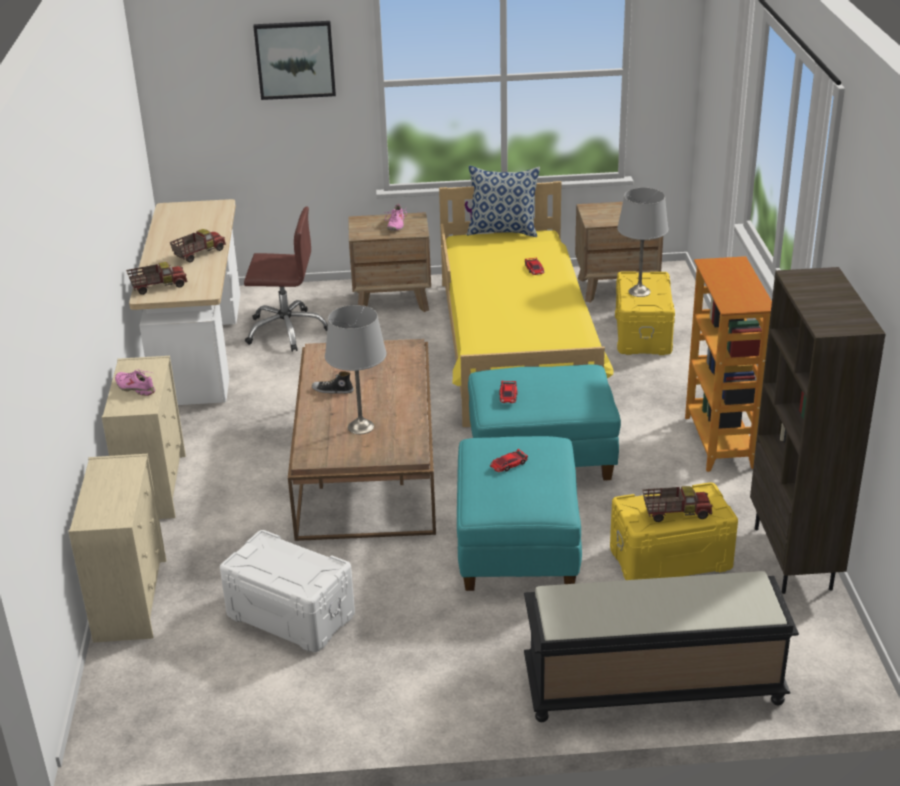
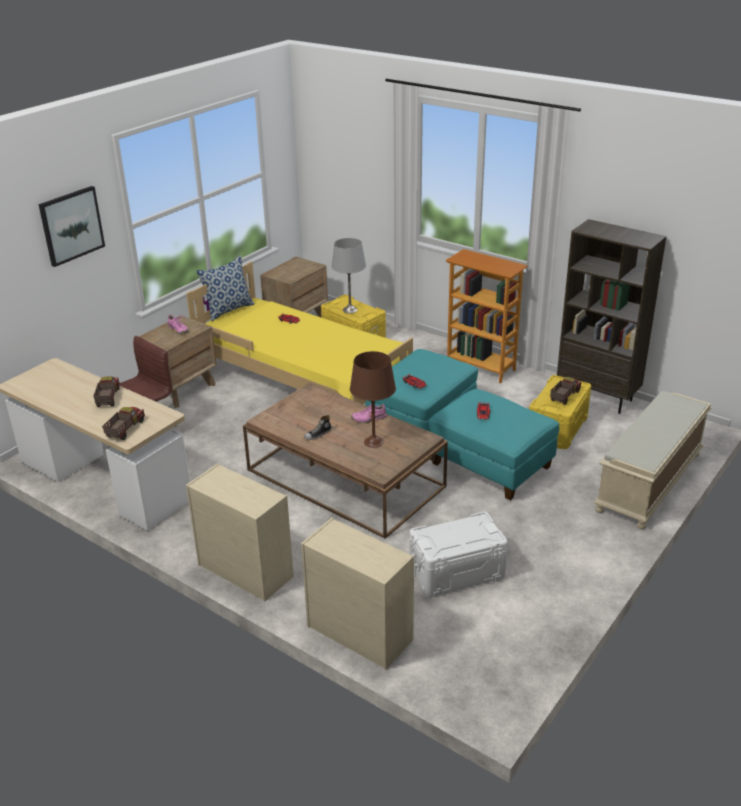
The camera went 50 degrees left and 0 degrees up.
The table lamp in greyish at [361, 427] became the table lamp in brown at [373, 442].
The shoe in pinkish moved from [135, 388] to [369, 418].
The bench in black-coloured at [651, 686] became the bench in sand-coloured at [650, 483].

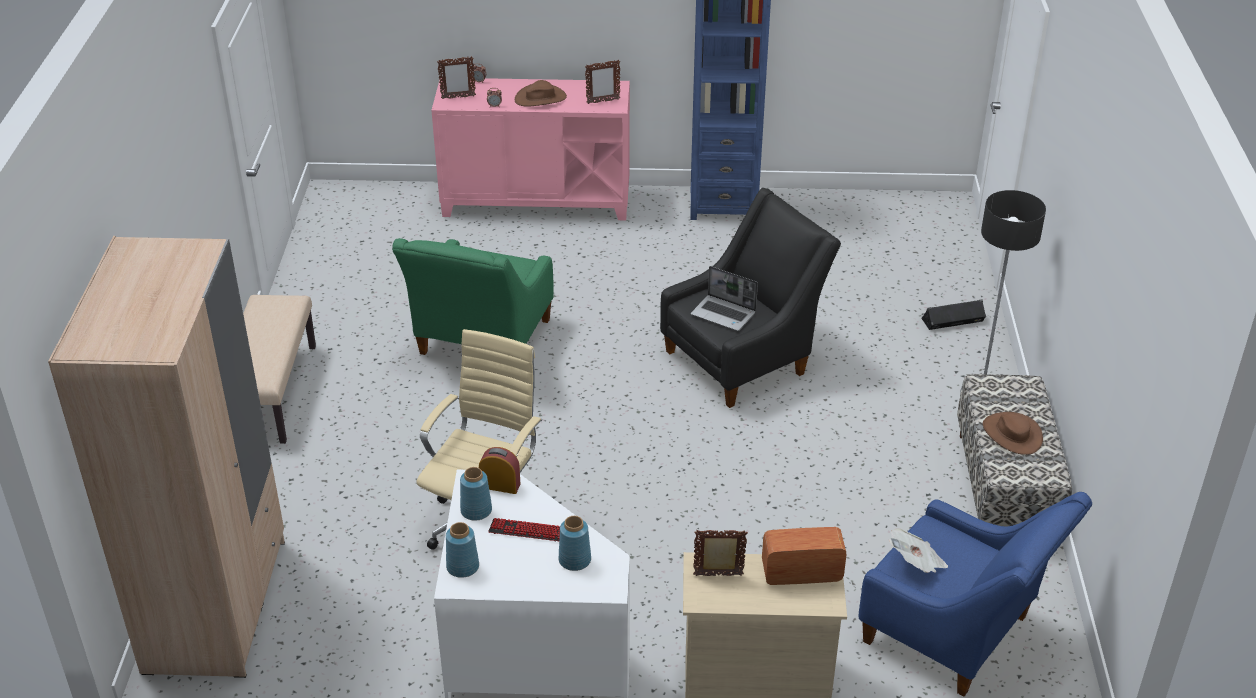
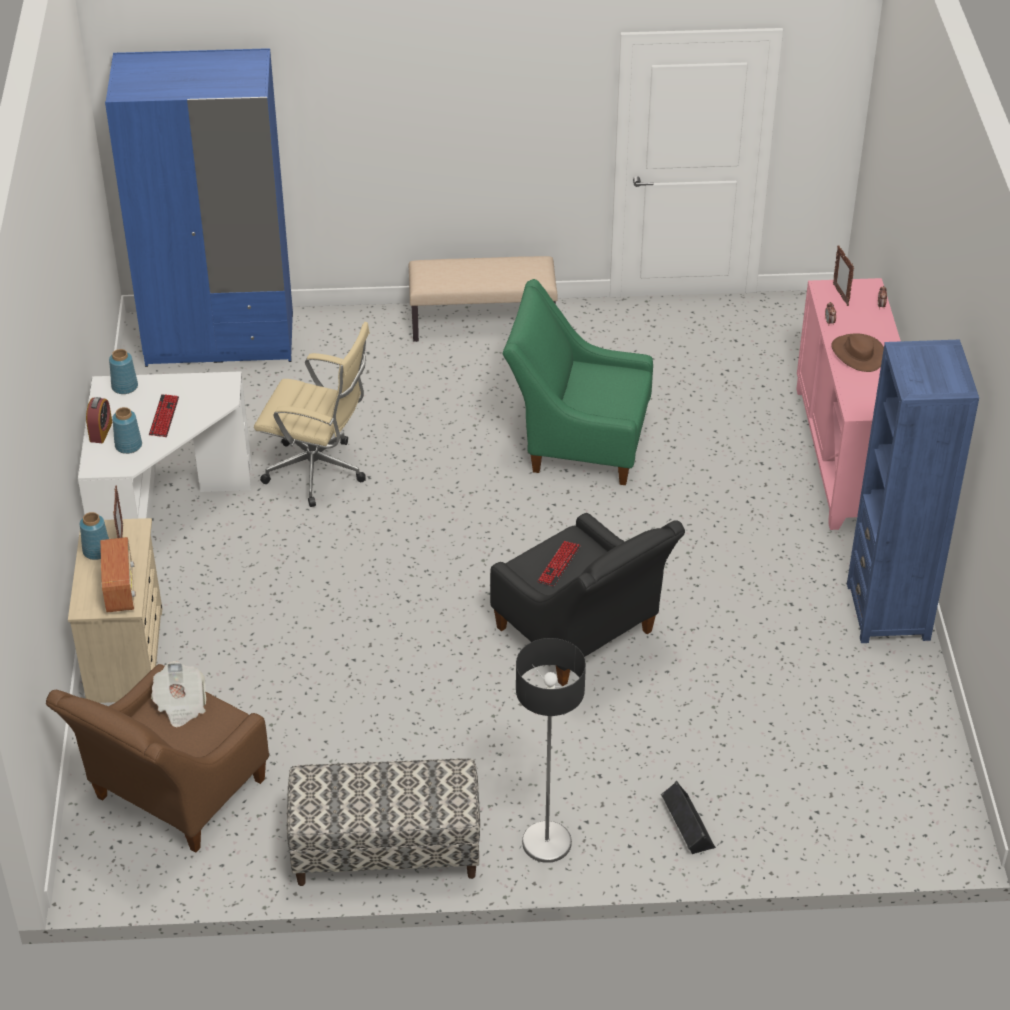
The camera went 85 degrees right and 5 degrees up.
The lounge chair in blue at [957, 636] became the lounge chair in brown at [172, 797].
The vase in blue moved from [476, 510] to [97, 551].
The bedside clock moved from [500, 485] to [101, 432].
The clothes cupboard in sand-coloured at [216, 605] became the clothes cupboard in blue at [220, 339].
The portable computer at [724, 314] was replaced by the PC keyboard at [559, 564].
The picture frame at [602, 101] disappeared.
The clothing hat in brown at [1012, 434] disappeared.

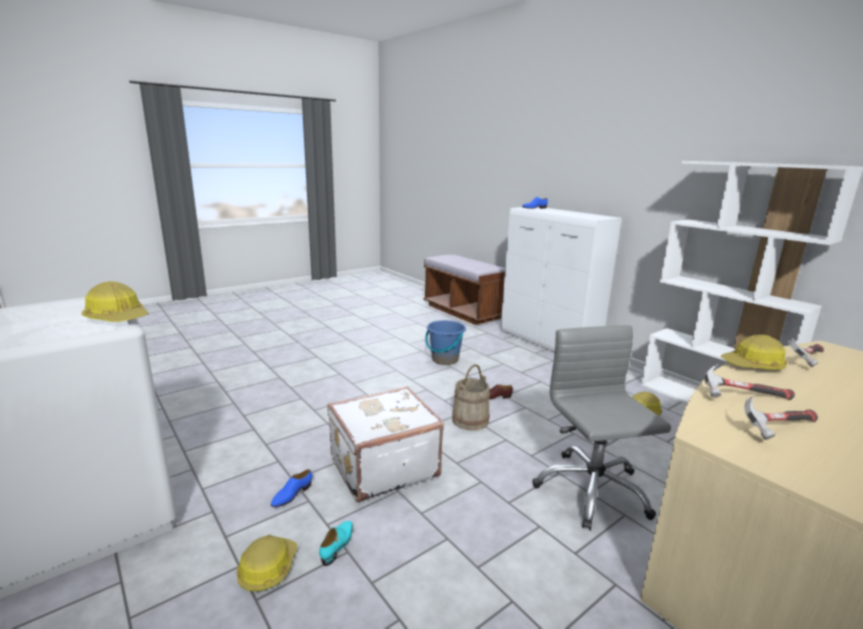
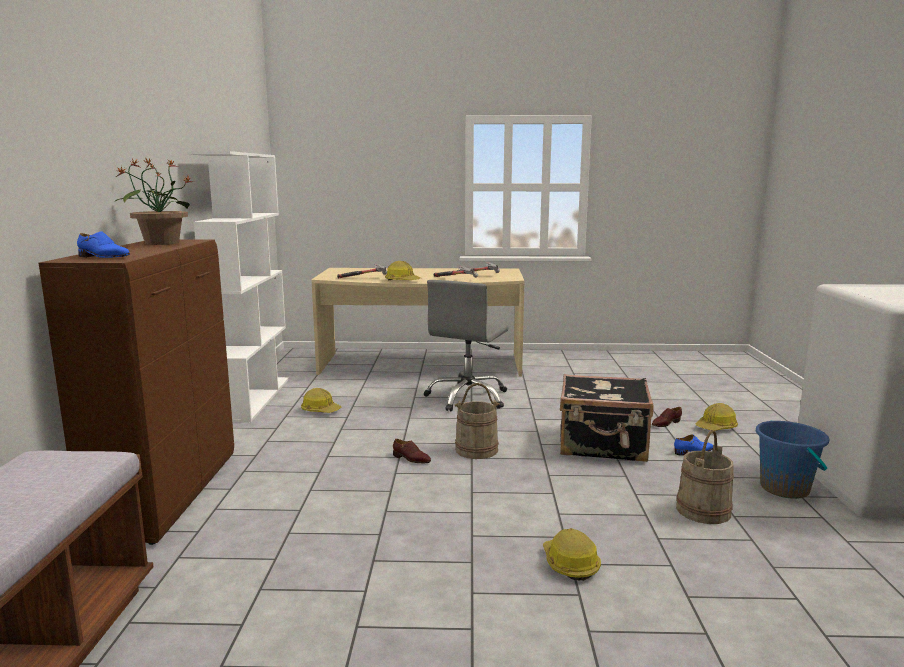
The camera went 140 degrees left and 5 degrees down.
The storage cabinet in white at [548, 343] became the storage cabinet in brown at [168, 495].
The potted plant at [161, 243] appeared.
The work helmet moved from [118, 318] to [570, 564].
The suitcase in white at [382, 466] became the suitcase in black-coloured at [603, 445].
The shoe in blue-green at [338, 545] became the shoe in brown at [665, 423].
The bucket in sand-coloured at [703, 510] appeared.
The bucket in blue moved from [444, 360] to [785, 488].

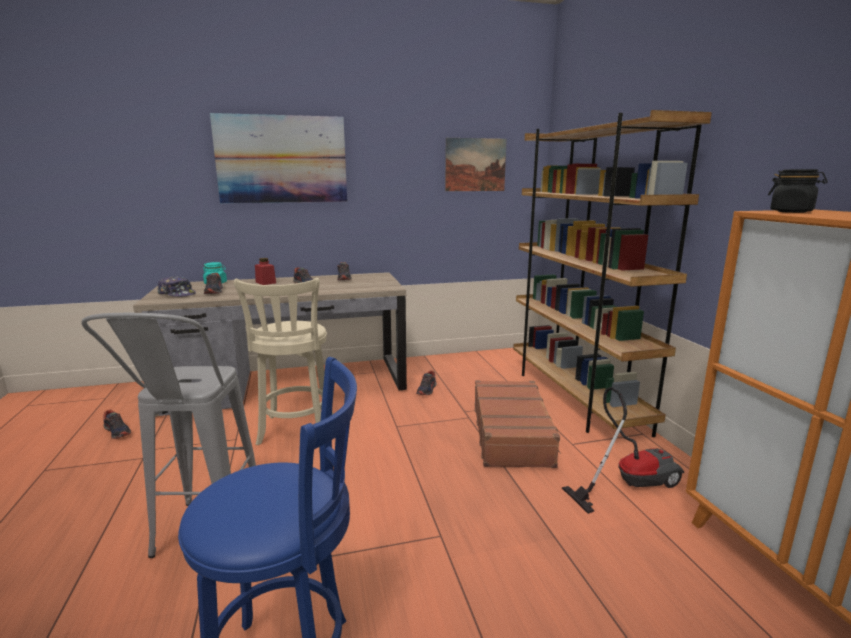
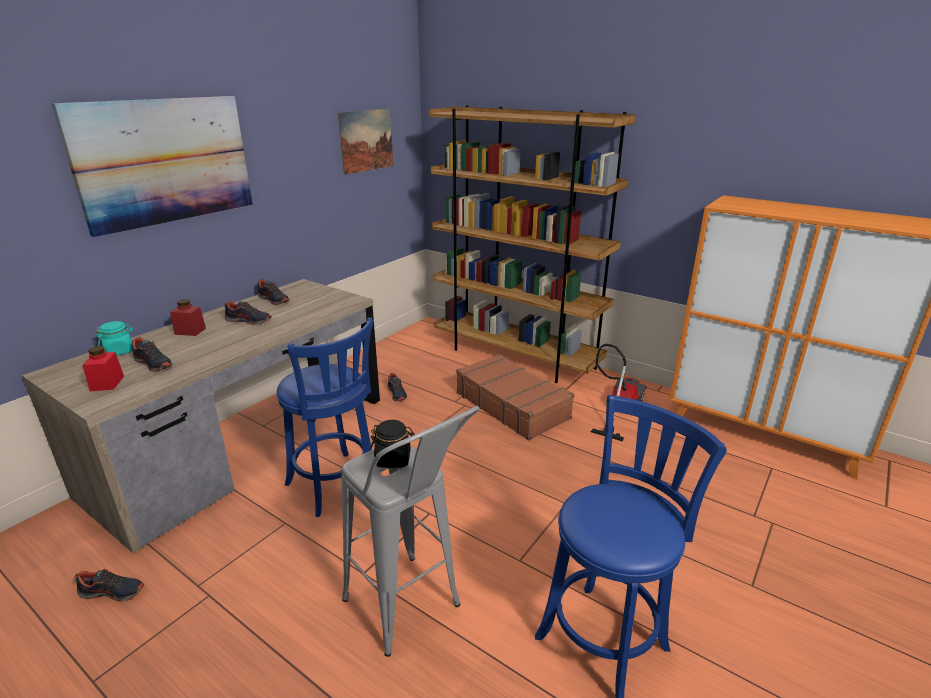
The camera went 40 degrees left and 10 degrees up.
The peaked cap at [177, 294] was replaced by the preserve jar in reddish at [107, 383].
The sitting stool in sand-coloured at [295, 431] became the sitting stool in blue at [336, 486].
The preserve jar in black-coloured moved from [791, 212] to [393, 459].

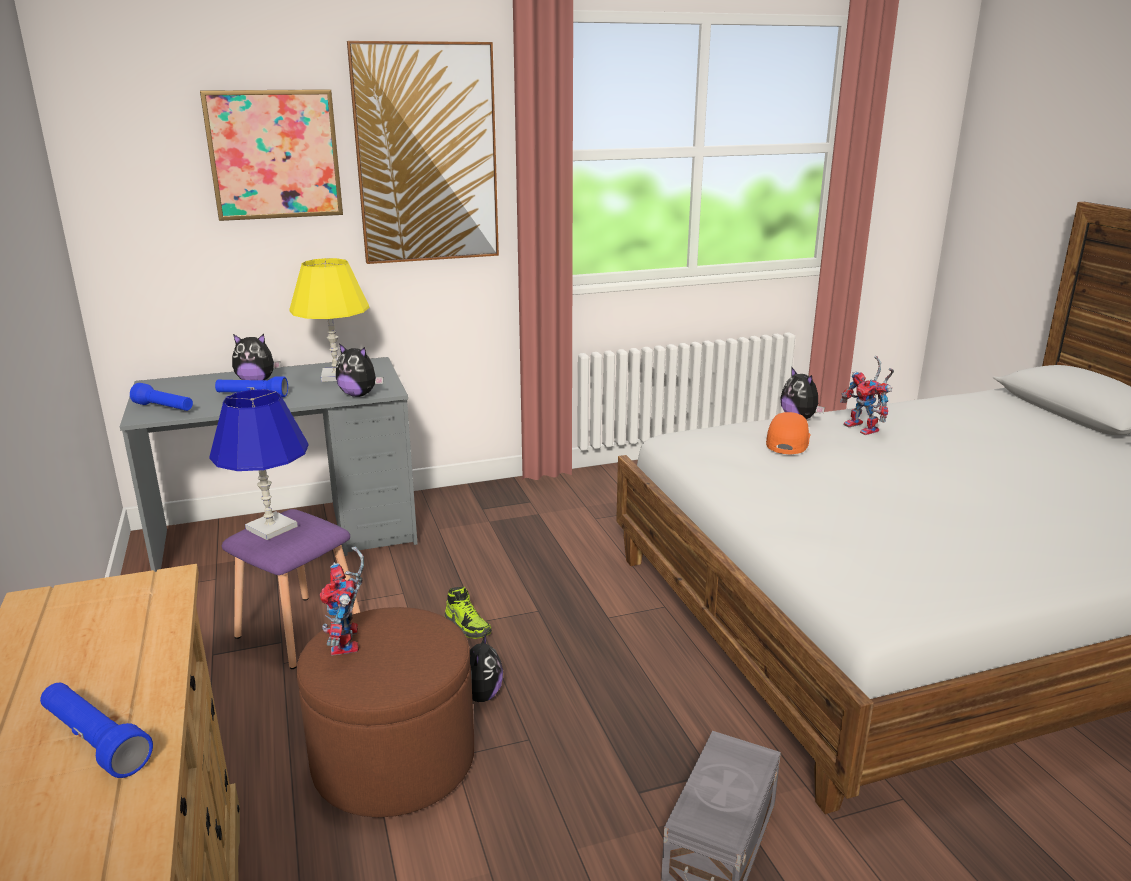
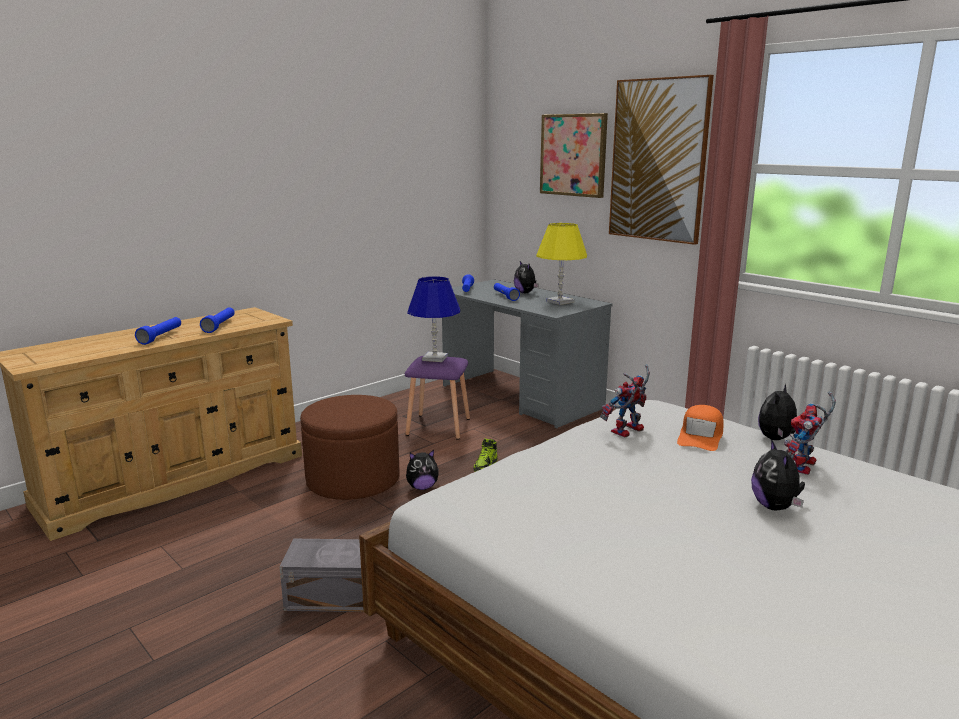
The camera went 65 degrees right and 5 degrees down.
The flashlight in blue at [220, 326] appeared.
The model robot moved from [348, 643] to [627, 432].
The peaked cap in orange-coloured at [787, 441] turned 120 degrees clockwise.
The plush toy moved from [359, 395] to [775, 507].

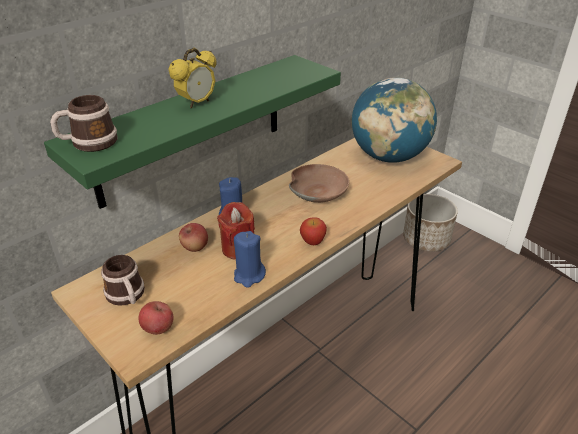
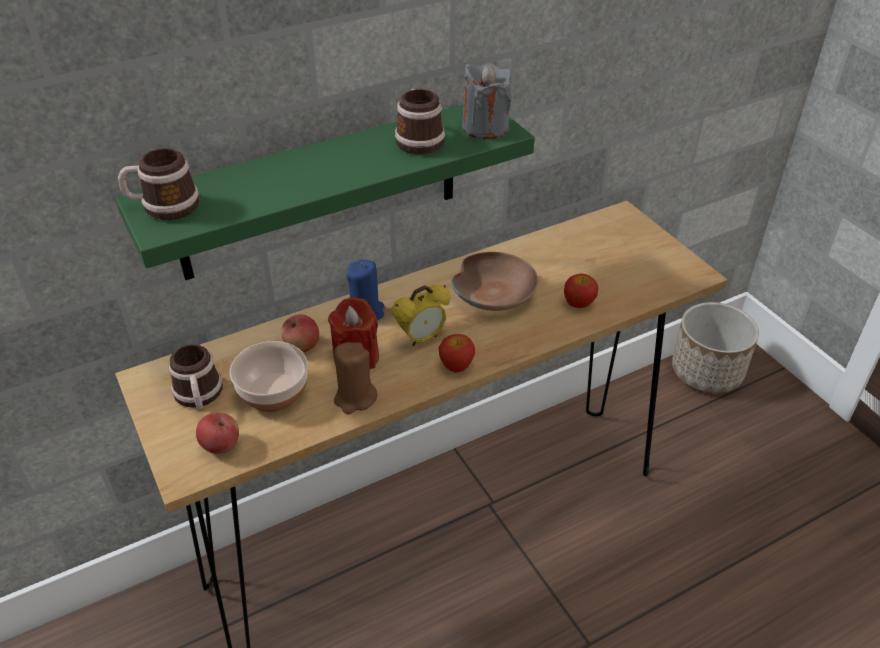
The camera went 15 degrees right and 5 degrees up.
The bowl at [274, 393] appeared.
The wax candle in blue at [249, 275] became the wax candle in brown at [355, 398].
The bedside clock moved from [197, 103] to [422, 338].
The mug at [418, 139] appeared.
The wax candle in greyish at [485, 127] appeared.
The apple fruit at [579, 303] appeared.
The world globe at [389, 156] disappeared.

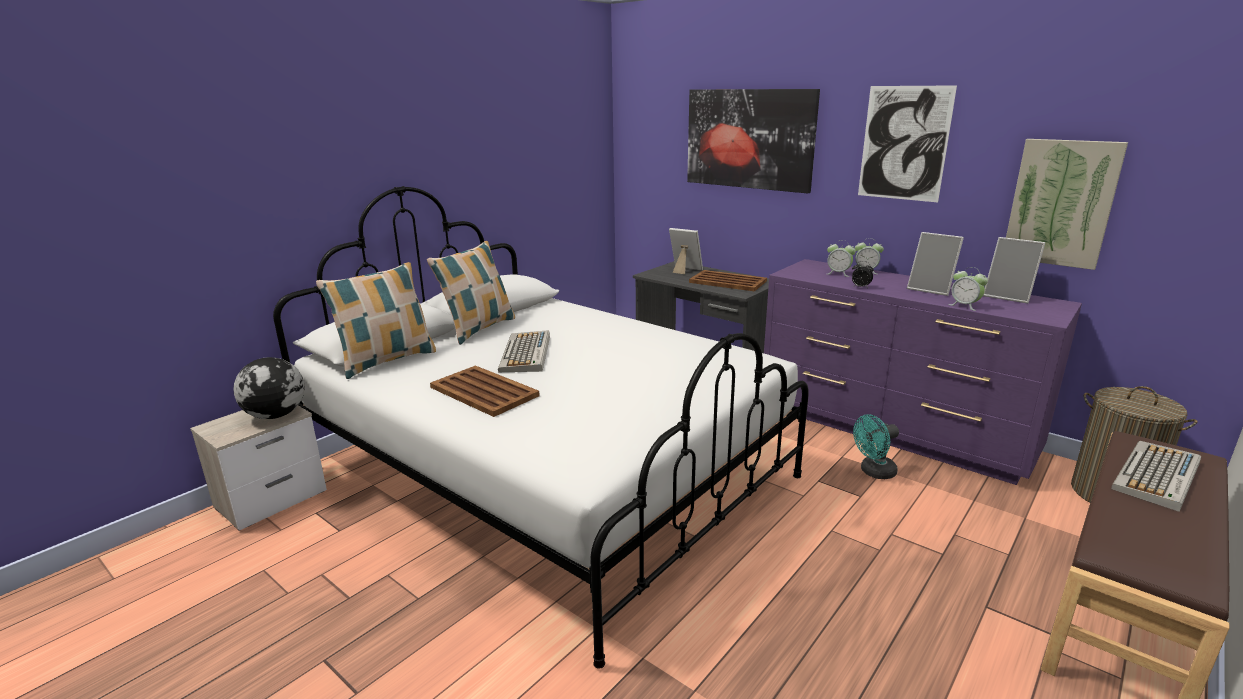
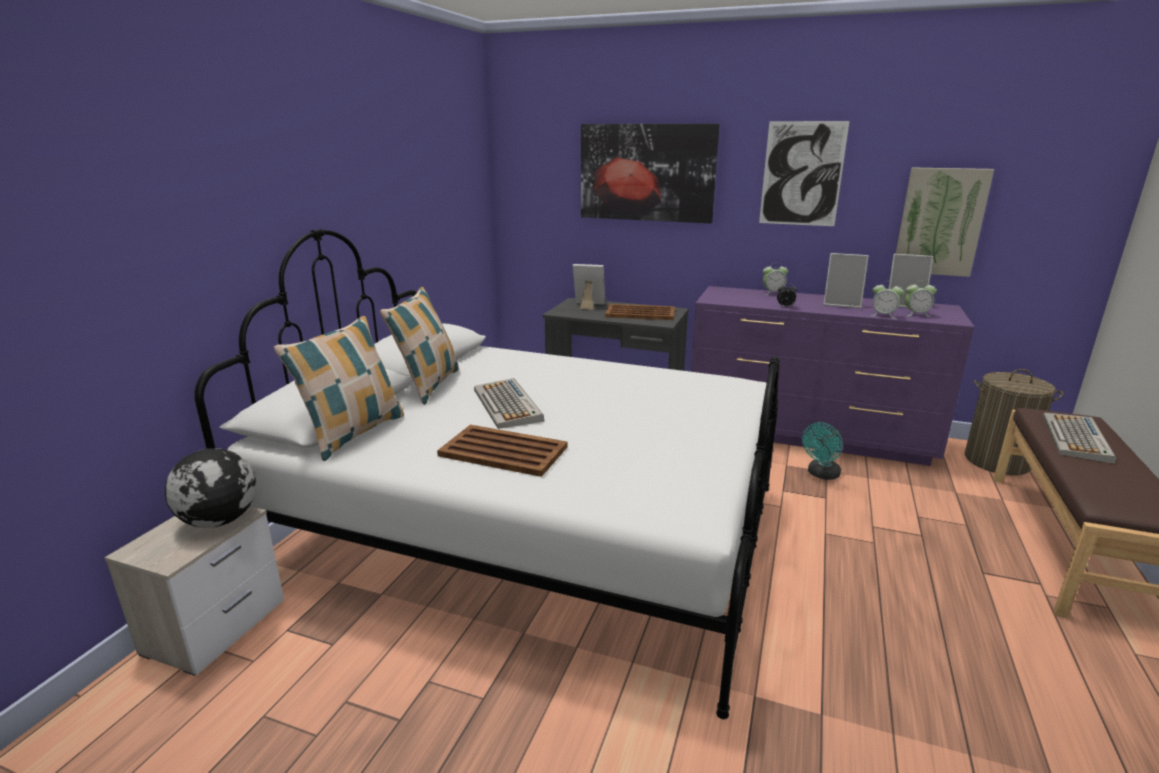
The camera went 20 degrees left and 0 degrees up.
The bedside clock moved from [838, 273] to [916, 314].

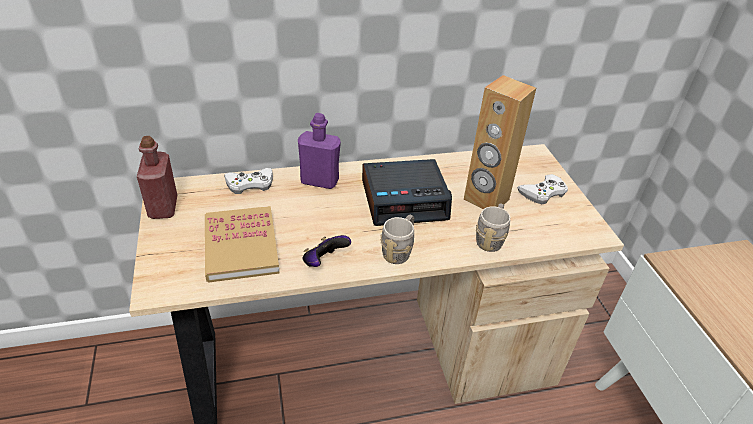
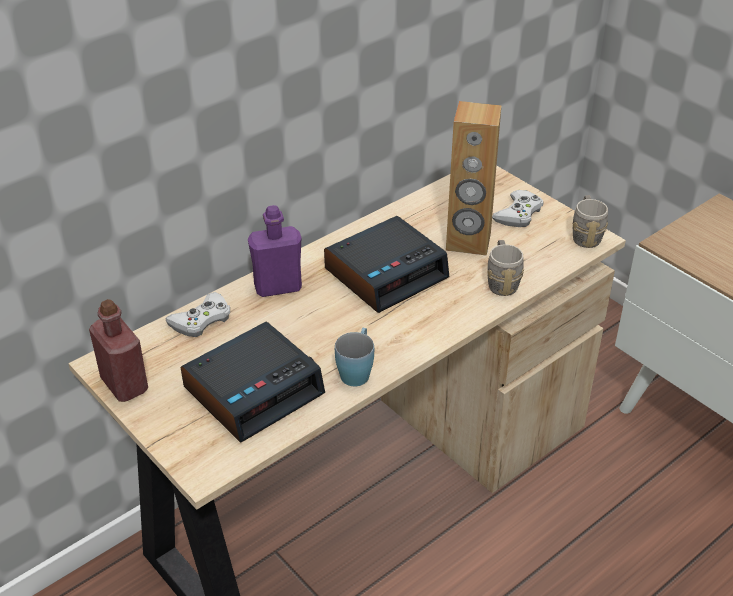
The camera went 25 degrees left and 0 degrees up.
The bound book at [241, 246] was replaced by the bedside clock at [254, 390].
The game controller at [324, 262] was replaced by the mug in blue at [356, 371].
The mug in greyish moved from [399, 251] to [585, 235].

